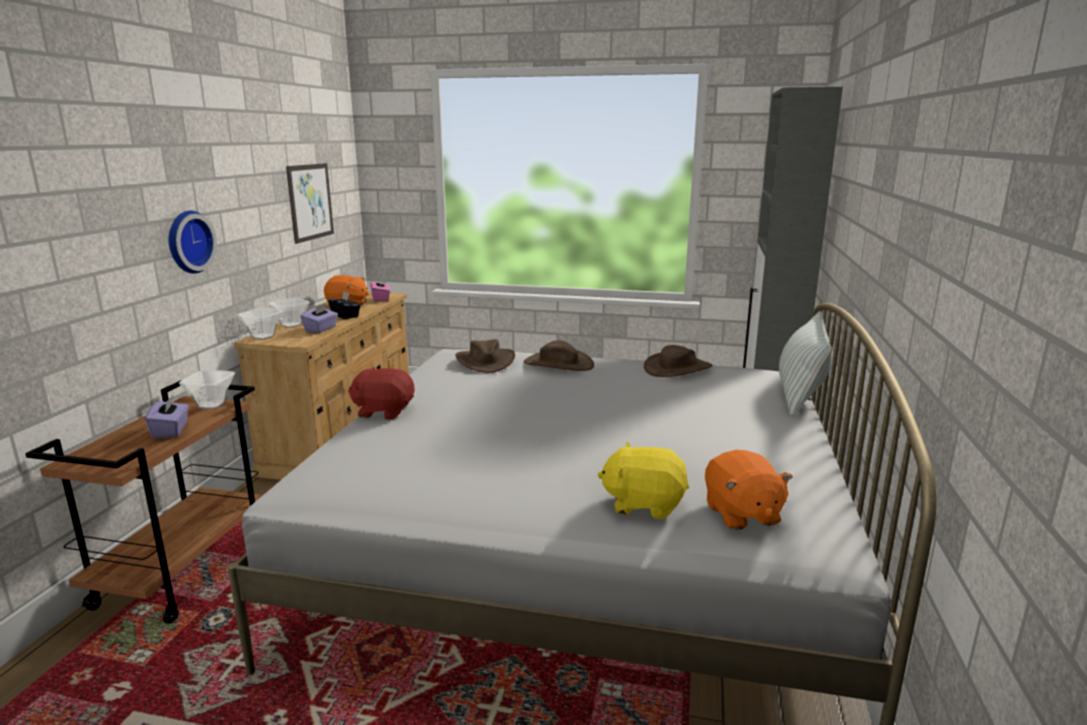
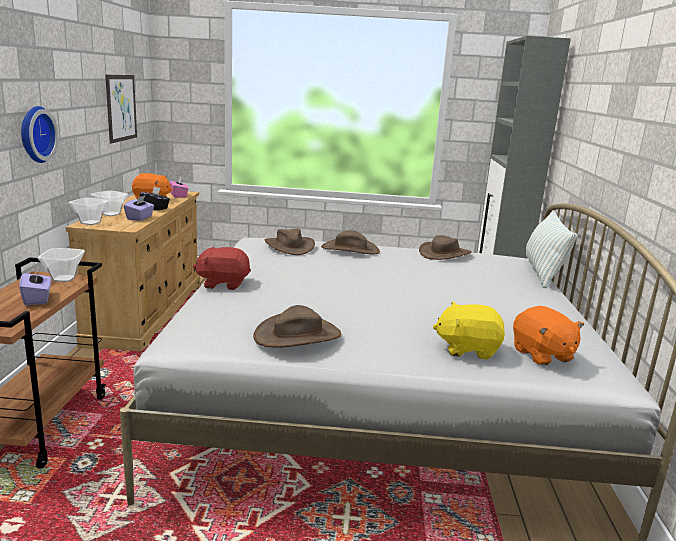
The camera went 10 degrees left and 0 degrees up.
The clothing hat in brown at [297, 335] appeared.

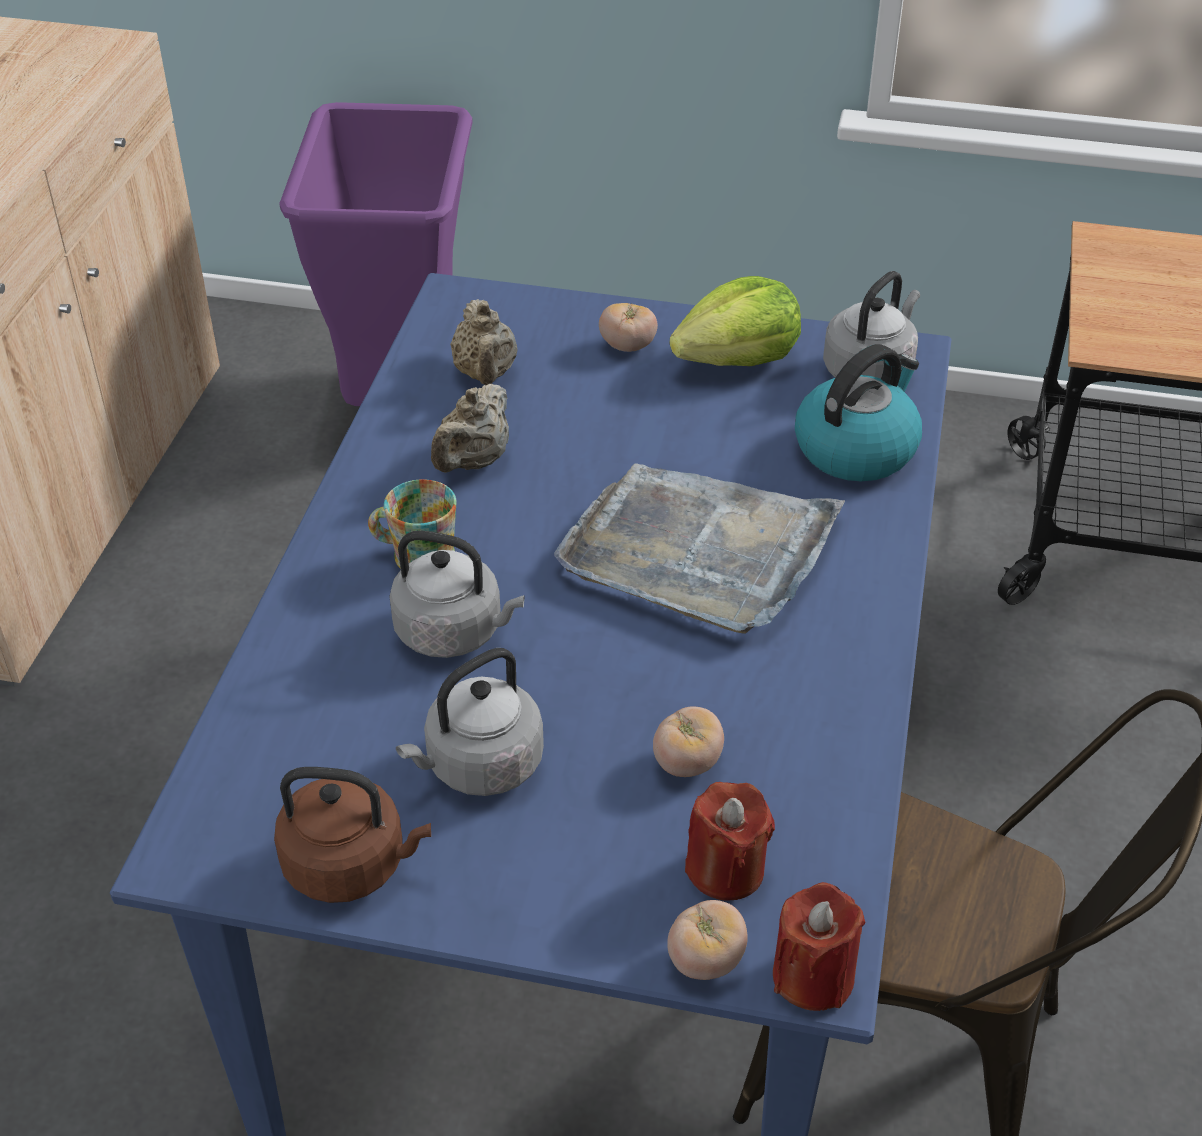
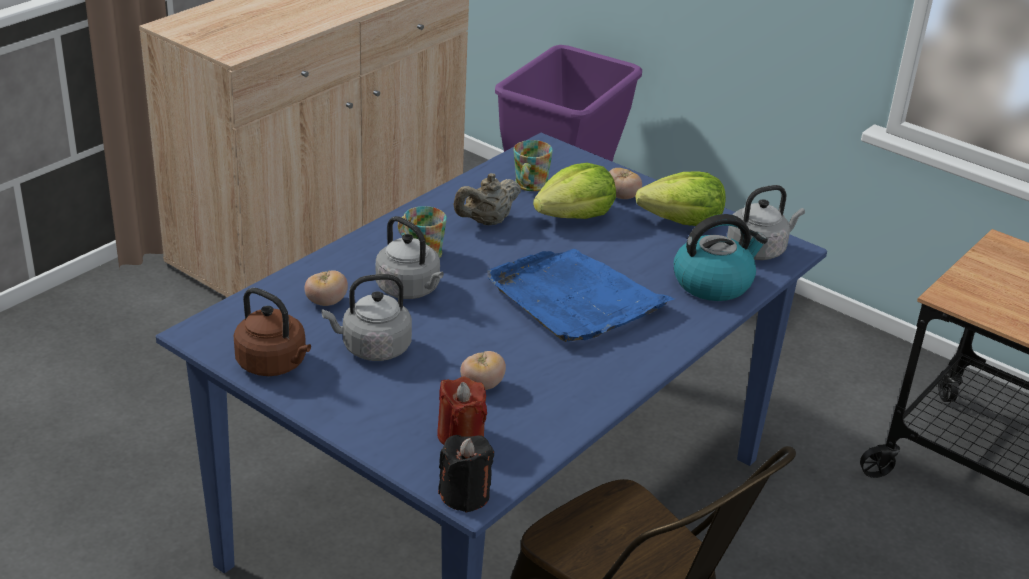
The camera went 25 degrees right and 10 degrees down.
The tomato moved from [705, 960] to [326, 302].
The wax candle in reddish at [813, 976] became the wax candle in black-coloured at [465, 495].
The carrying tray in greyish at [699, 552] became the carrying tray in blue at [575, 300].
The pot for tea in sand-coloured at [485, 374] was replaced by the mug at [529, 186].
The lettuce at [575, 216] appeared.

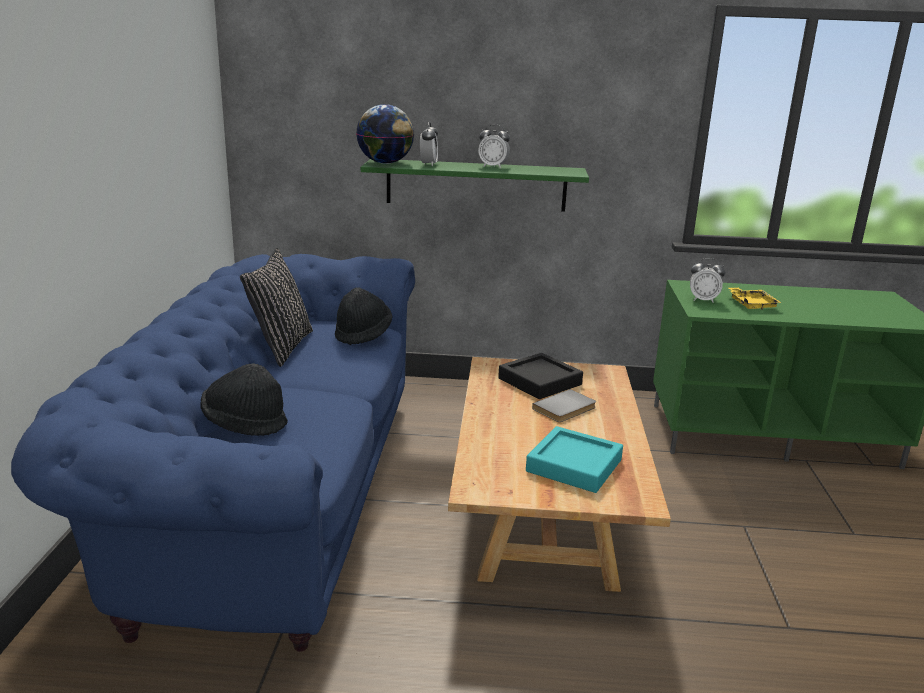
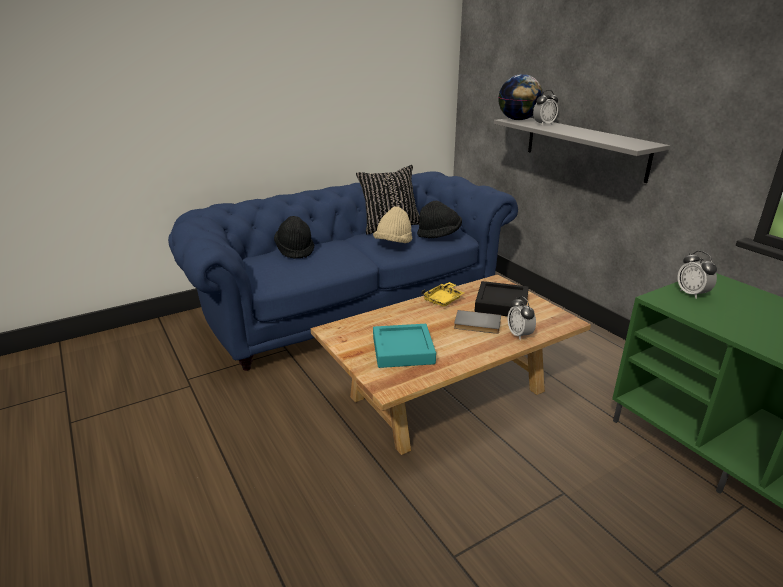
The camera went 55 degrees right and 5 degrees up.
The clothing hat in sand-coloured at [393, 243] appeared.
The carrying tray in yellow moved from [751, 304] to [443, 300].
The shelf in green at [476, 185] became the shelf in greyish at [584, 147].
The bedside clock moved from [493, 167] to [519, 335].

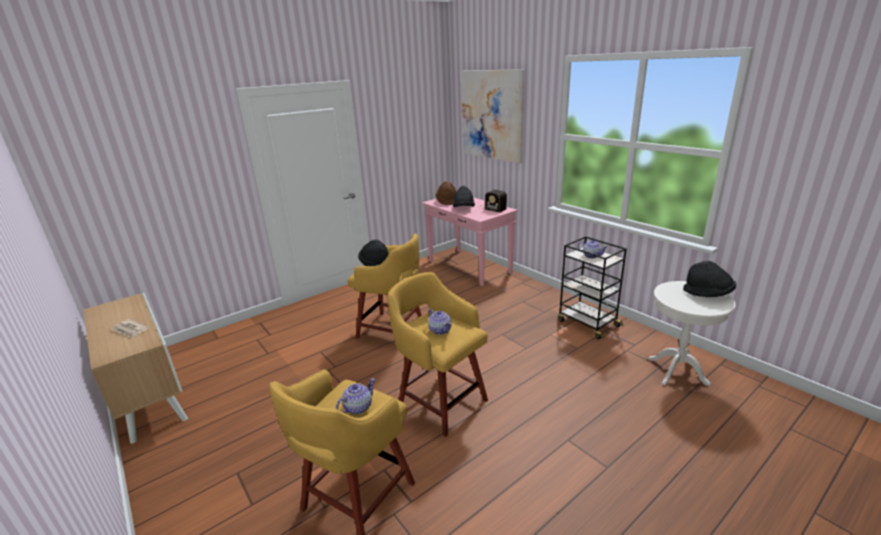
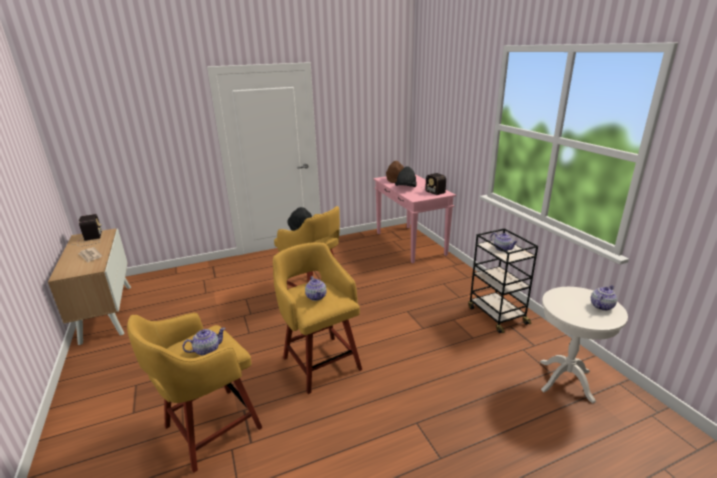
The camera went 15 degrees right and 0 degrees up.
The radio at [90, 239] appeared.
The clothing hat in black-coloured at [707, 294] was replaced by the pot for tea at [601, 306].
The picture at [492, 115] disappeared.

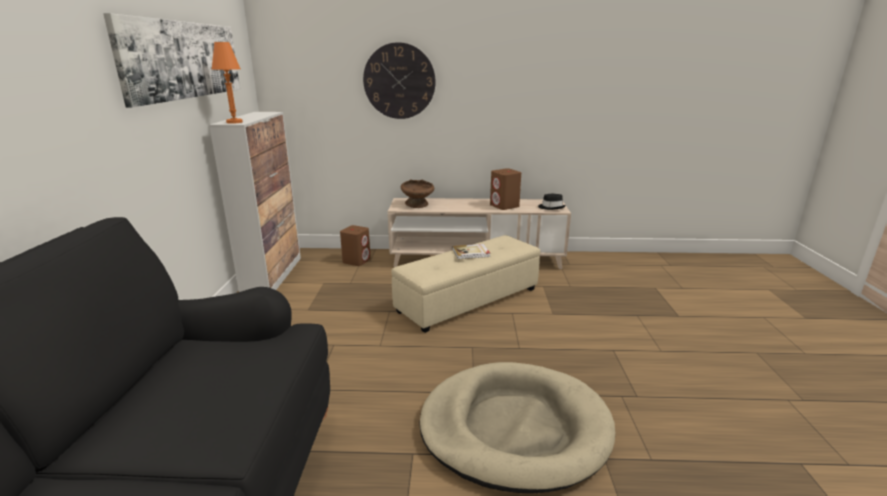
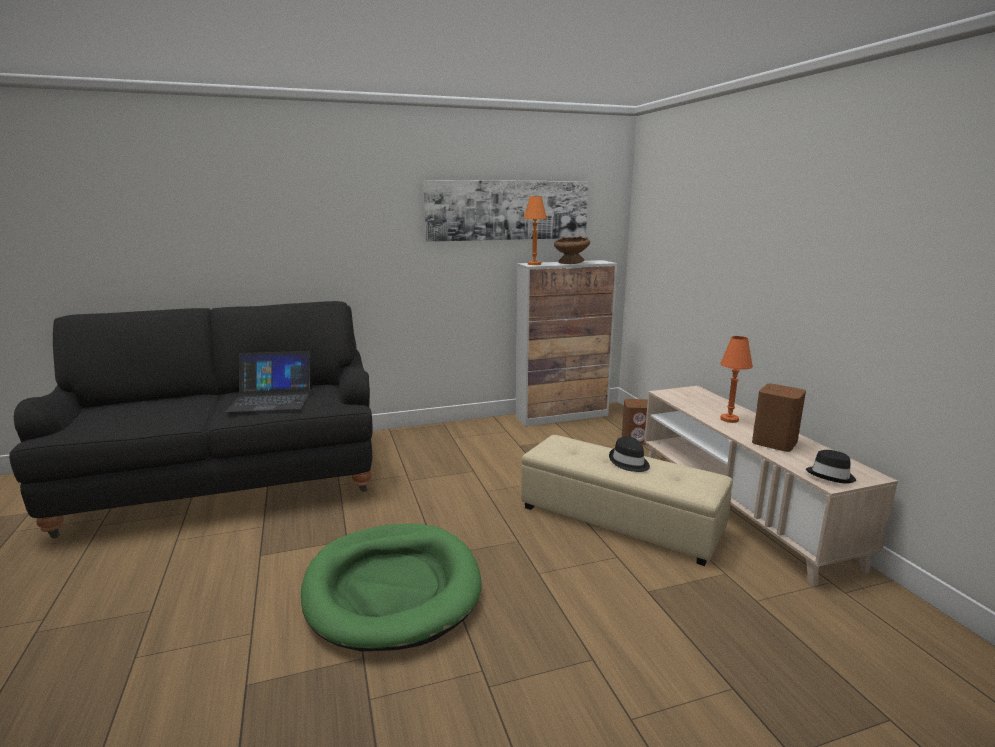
The camera went 70 degrees right and 5 degrees down.
The portable computer at [271, 399] appeared.
The dog bed in sand-coloured at [514, 428] became the dog bed in green at [392, 589].
The bowl in brown moved from [418, 205] to [571, 263].
The bound book at [471, 253] was replaced by the clothing hat in black-coloured at [629, 462].
The table lamp in orange-coloured at [729, 419] appeared.
The hanging clock at [399, 81] disappeared.

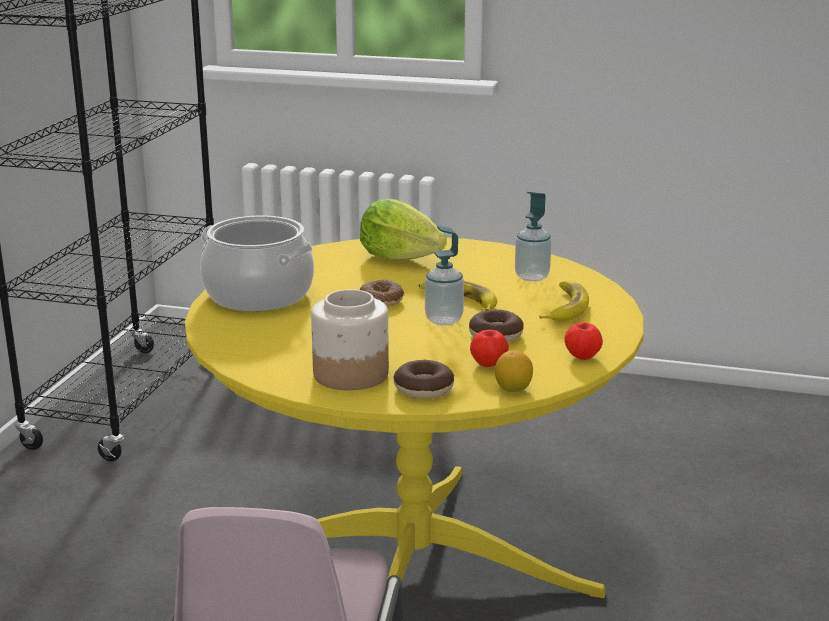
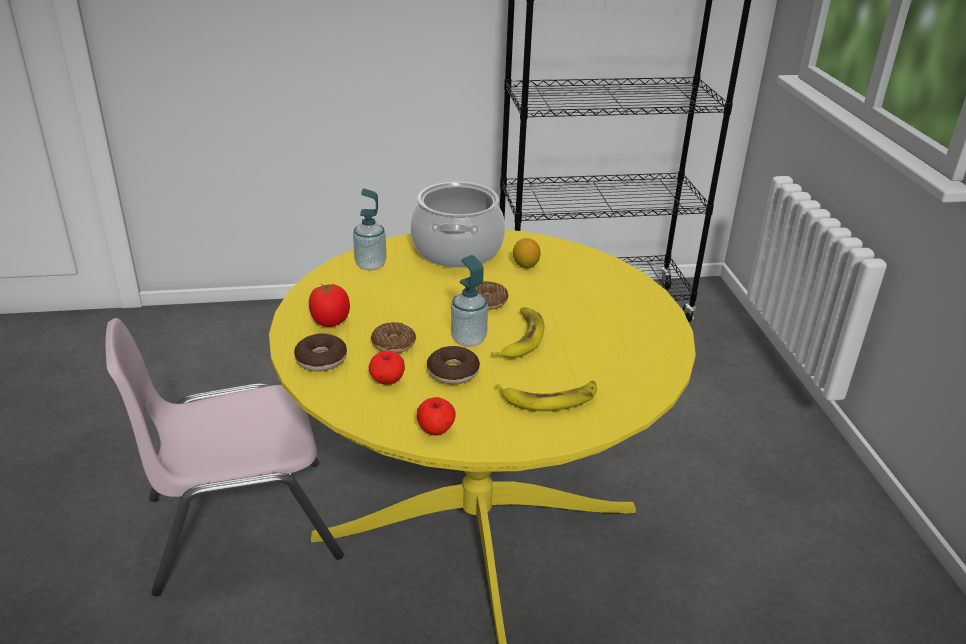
The camera went 65 degrees right and 10 degrees up.
The preserve jar at [350, 375] was replaced by the tomato at [330, 322].
The liquid soap bottle moved from [532, 277] to [370, 265].
The doughnut at [393, 344] appeared.
The whole lemon moved from [513, 389] to [525, 265].
The lettuce at [400, 258] disappeared.

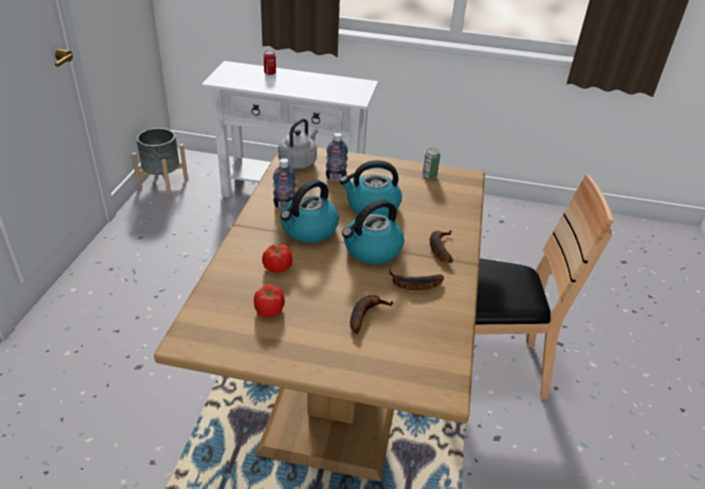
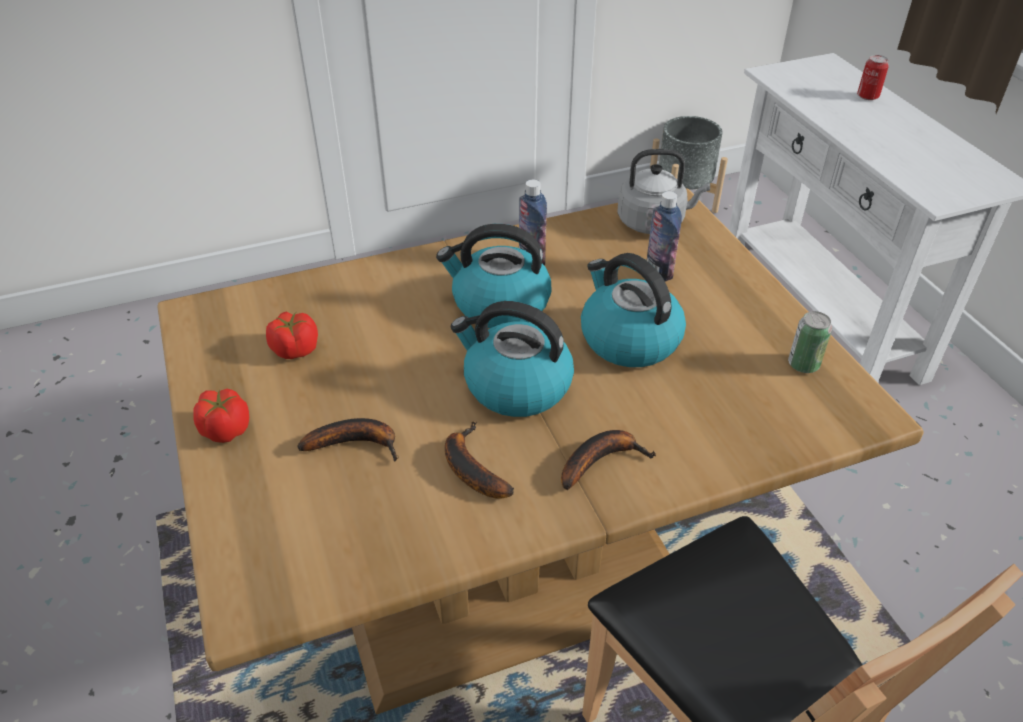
The camera went 60 degrees right and 5 degrees up.
The tomato moved from [277, 267] to [225, 429].

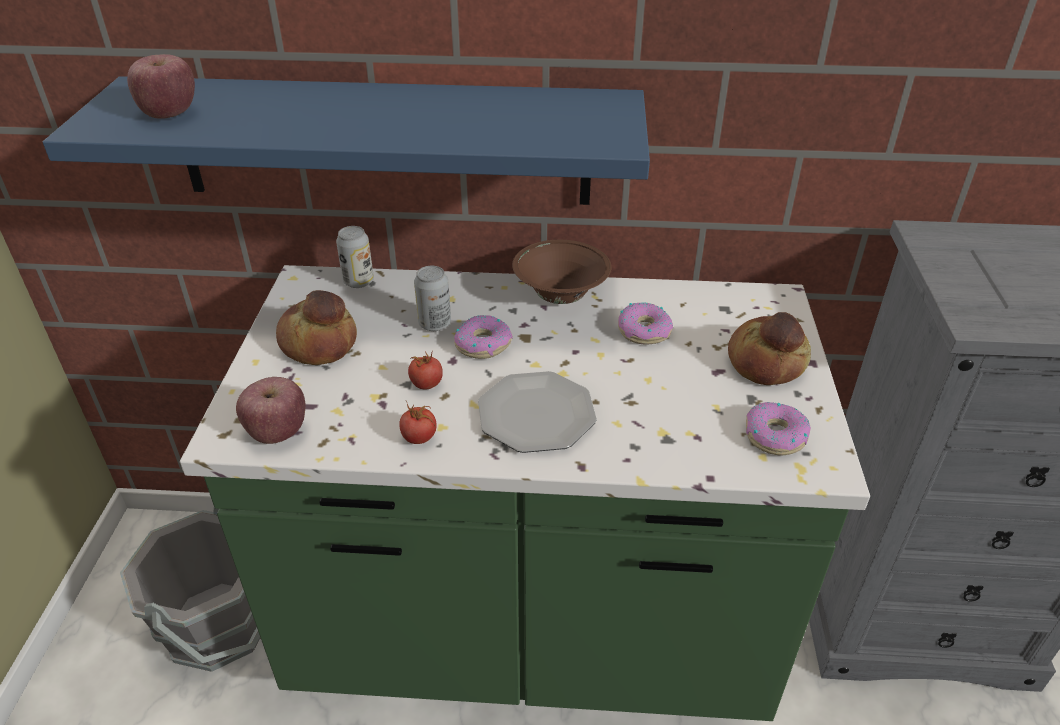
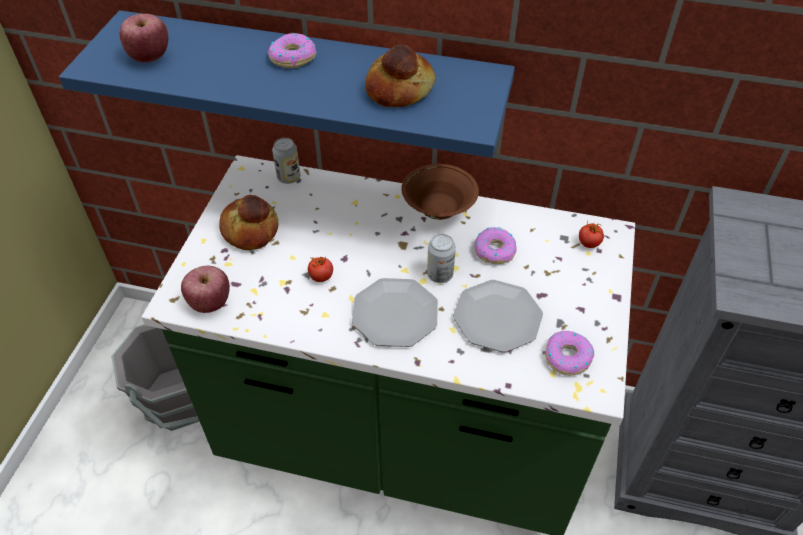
The camera went 10 degrees right and 10 degrees up.
The doughnut moved from [482, 344] to [293, 57].
The bakery bread moved from [767, 362] to [400, 90].
The sealed can moved from [434, 324] to [440, 275].
The plate at [497, 318] appeared.
The tomato moved from [419, 438] to [589, 243].

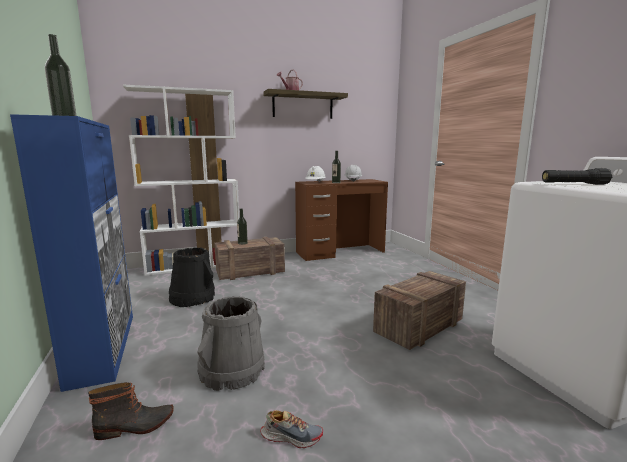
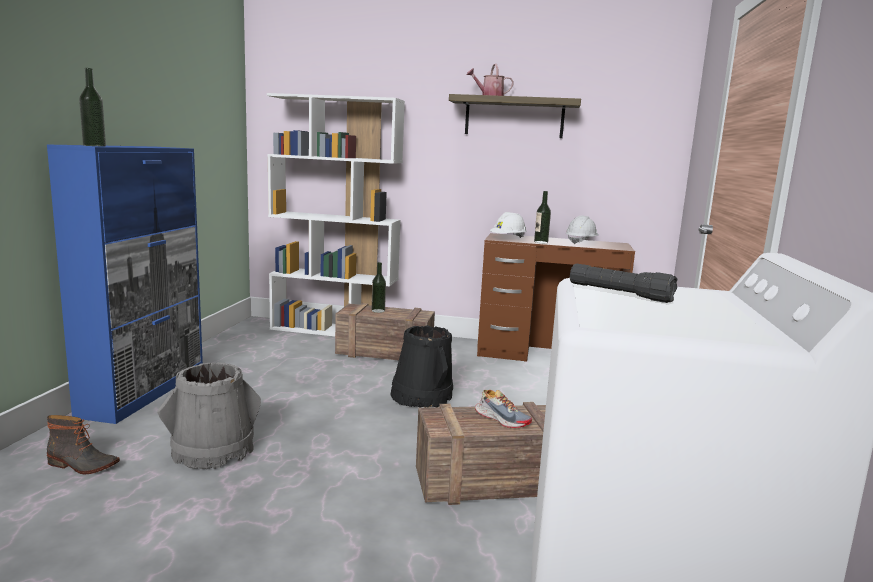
The camera went 30 degrees right and 0 degrees up.
The bucket in black-coloured moved from [193, 298] to [422, 396].
The shoe moved from [291, 436] to [502, 419].

